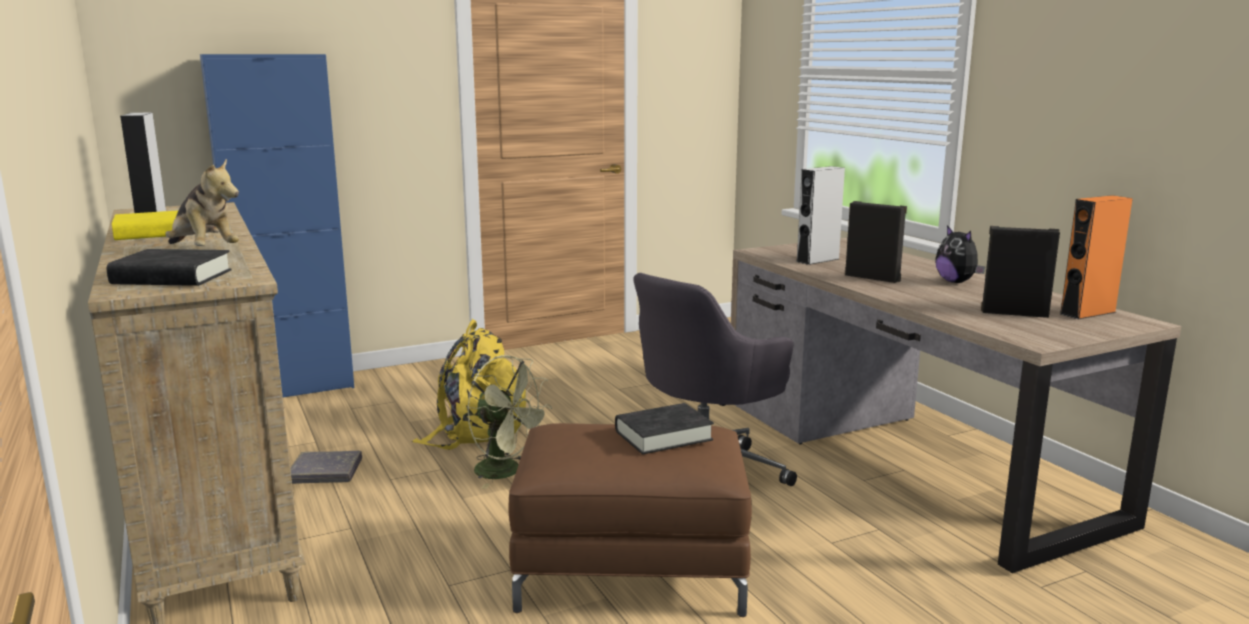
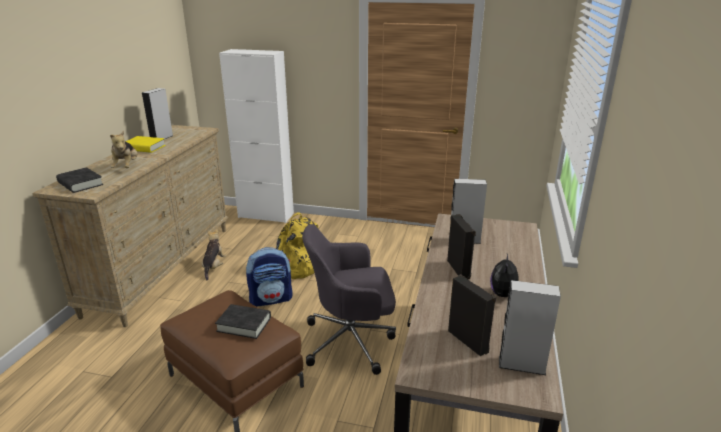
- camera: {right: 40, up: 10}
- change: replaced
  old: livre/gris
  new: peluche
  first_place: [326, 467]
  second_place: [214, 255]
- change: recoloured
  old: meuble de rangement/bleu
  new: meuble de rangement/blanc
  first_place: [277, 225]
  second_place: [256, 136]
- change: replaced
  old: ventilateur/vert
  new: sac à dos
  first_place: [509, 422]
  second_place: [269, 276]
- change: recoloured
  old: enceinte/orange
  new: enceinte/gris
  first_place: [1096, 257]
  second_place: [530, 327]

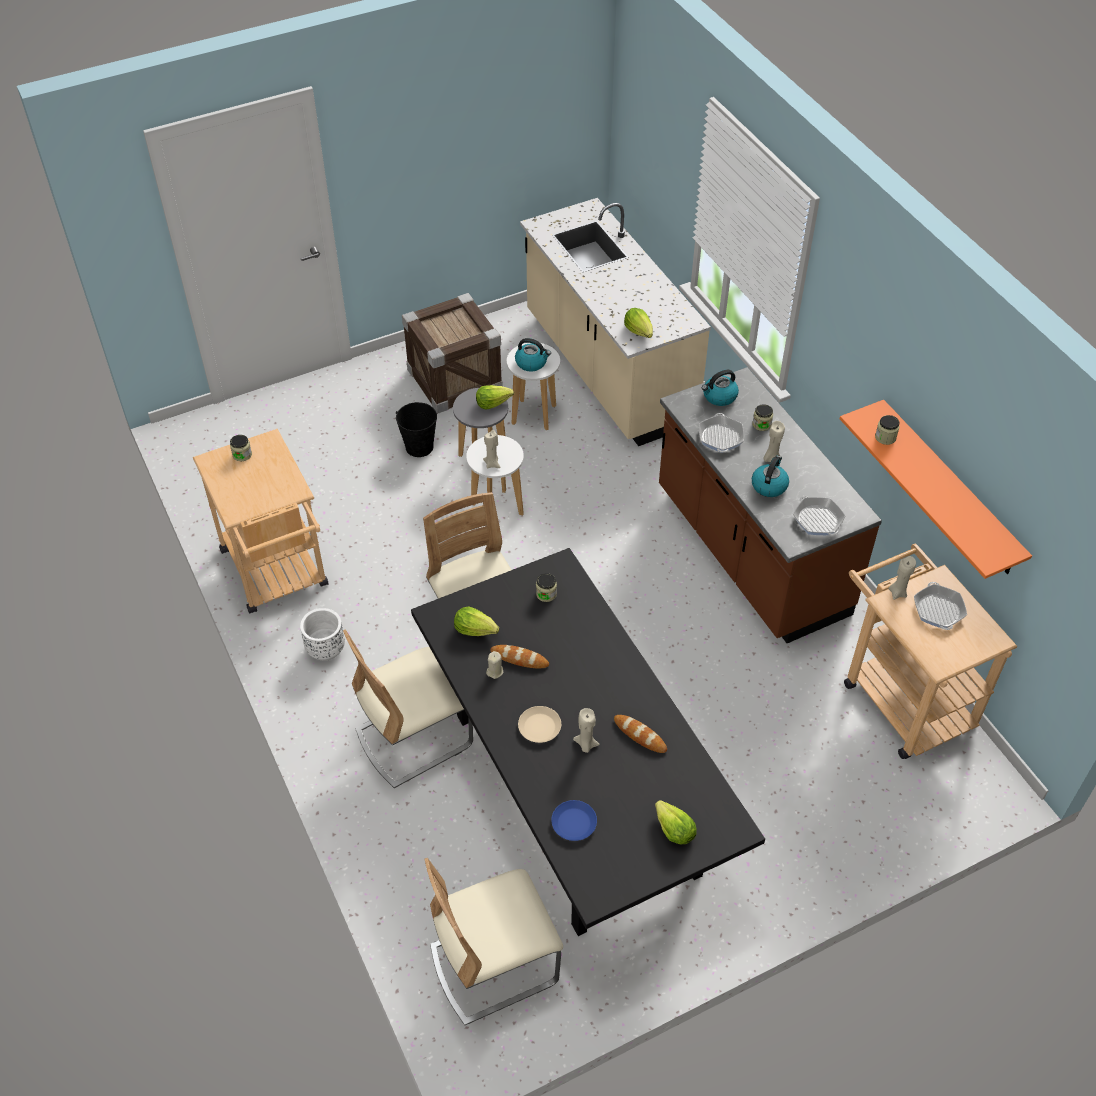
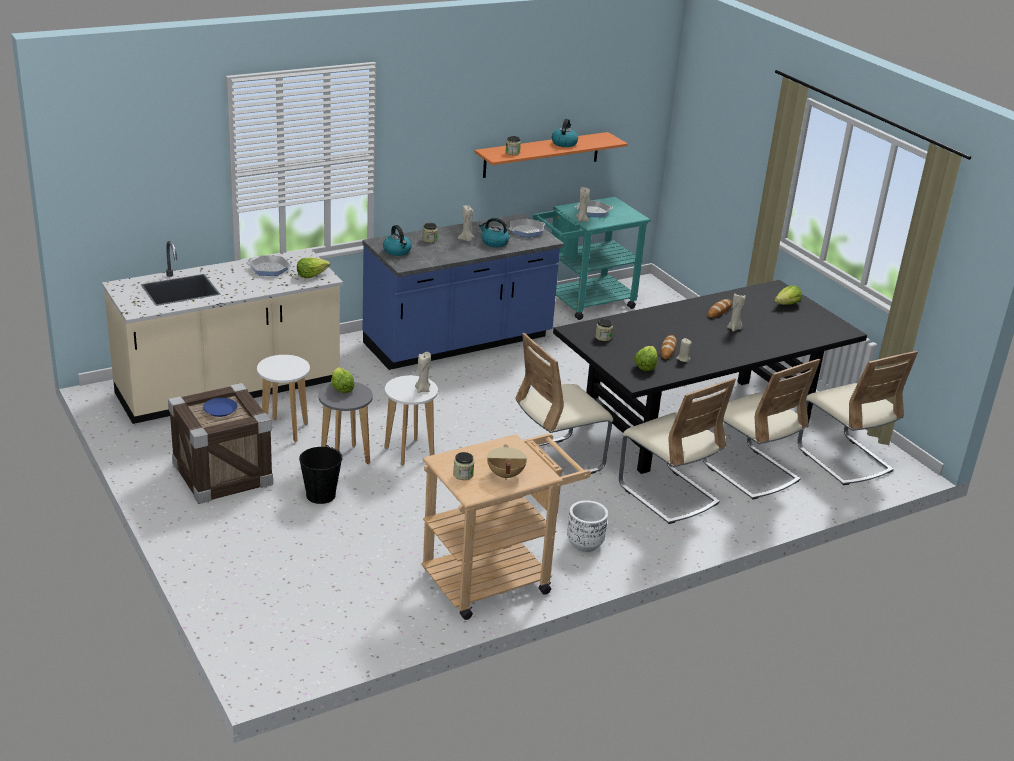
- camera: {right: -95, up: -20}
- change: moved
  old: assiette/bleu
  first_place: [574, 820]
  second_place: [220, 407]
- change: moved
  old: poêle
  first_place: [721, 433]
  second_place: [269, 265]
- change: recoloured
  old: comptoir de cuisine/marron
  new: comptoir de cuisine/bleu
  first_place: [770, 505]
  second_place: [463, 292]
- change: added
  new: marmite/beige
  second_place: [507, 462]
- change: recoloured
  old: chariot/beige
  new: chariot/turquoise
  first_place: [930, 651]
  second_place: [592, 258]
- change: moved
  old: bouilloire
  first_place: [533, 355]
  second_place: [565, 133]
- change: added
  new: chaise/beige
  second_place: [761, 429]
- change: removed
  old: assiette/beige
  first_place: [539, 724]

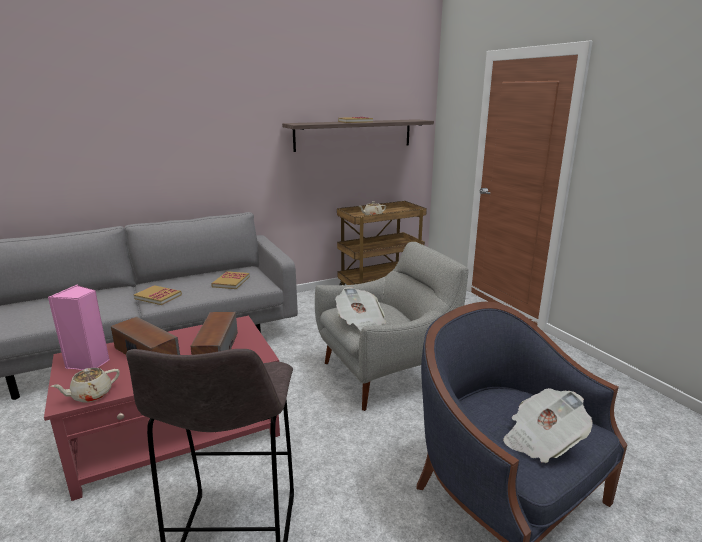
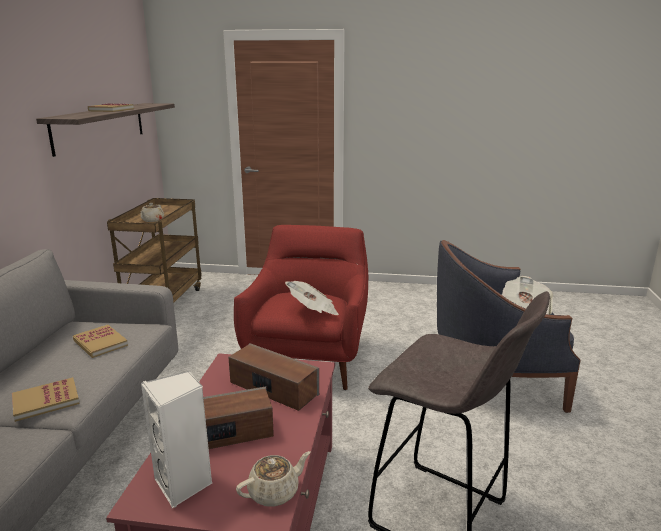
- camera: {right: -55, up: 0}
- change: recoloured
  old: enceinte/rose
  new: enceinte/blanc
  first_place: [79, 327]
  second_place: [176, 439]
- change: recoloured
  old: fauteuil/gris
  new: fauteuil/rouge
  first_place: [392, 326]
  second_place: [301, 307]
- change: turned
  old: théière/beige
  first_place: [85, 385]
  second_place: [273, 479]
  degrees: -120

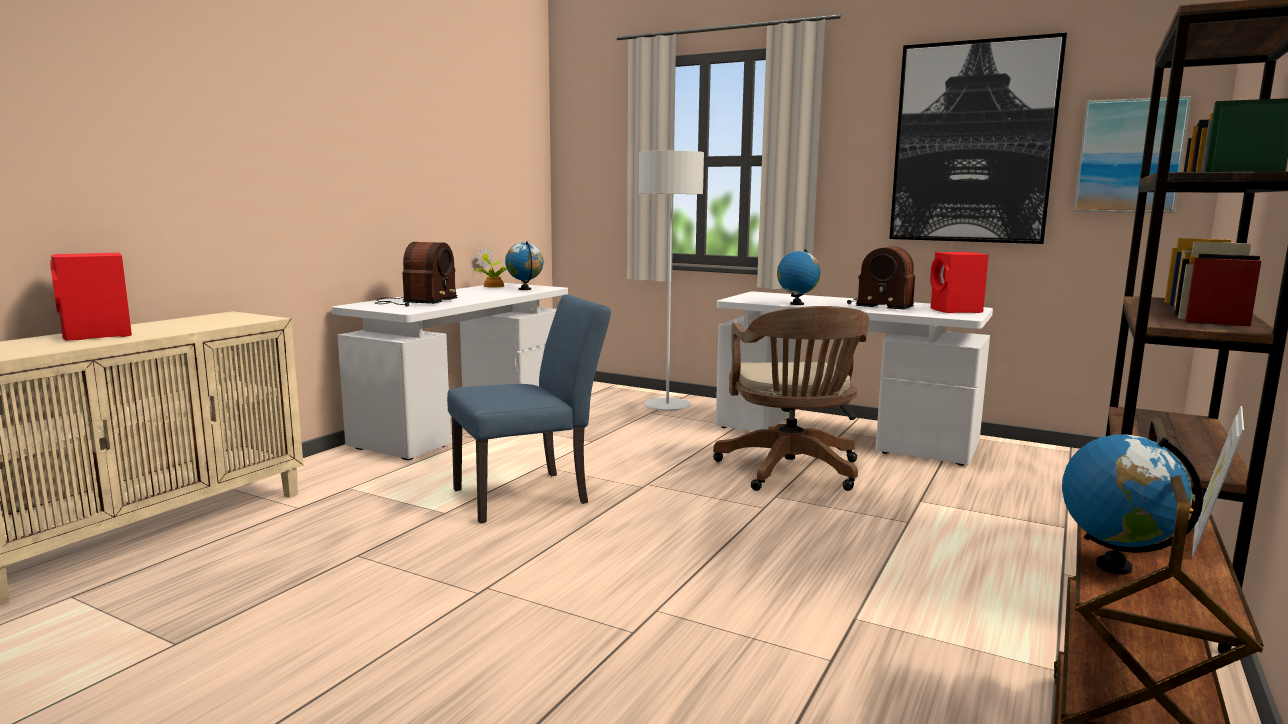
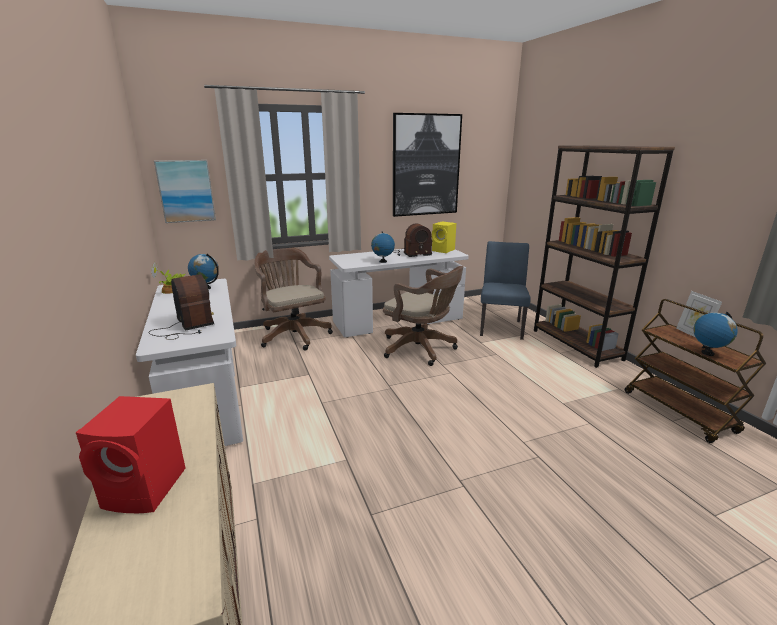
- camera: {right: -50, up: 10}
- change: moved
  old: tableau
  first_place: [1132, 154]
  second_place: [185, 191]
- change: replaced
  old: lampadaire/gris
  new: chaise de bureau/marron
  first_place: [671, 280]
  second_place: [294, 299]
- change: recoloured
  old: enceinte/rouge
  new: enceinte/jaune
  first_place: [959, 282]
  second_place: [444, 237]
- change: moved
  old: chaise/bleu
  first_place: [529, 408]
  second_place: [505, 290]

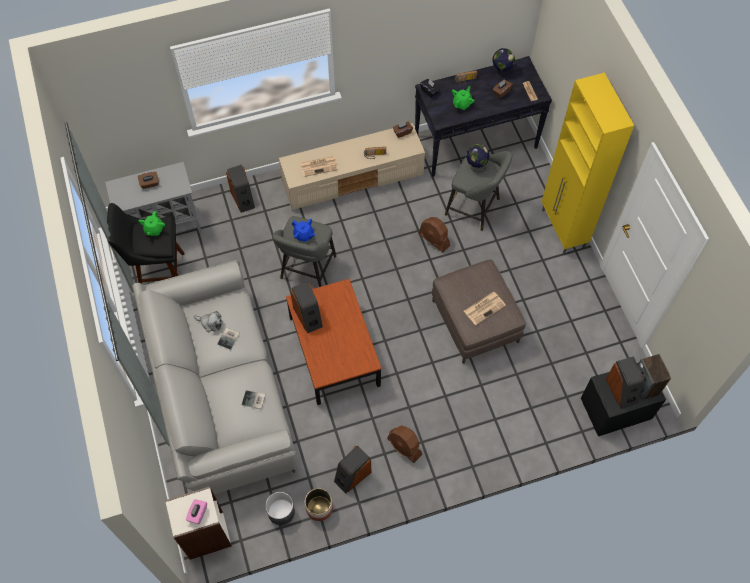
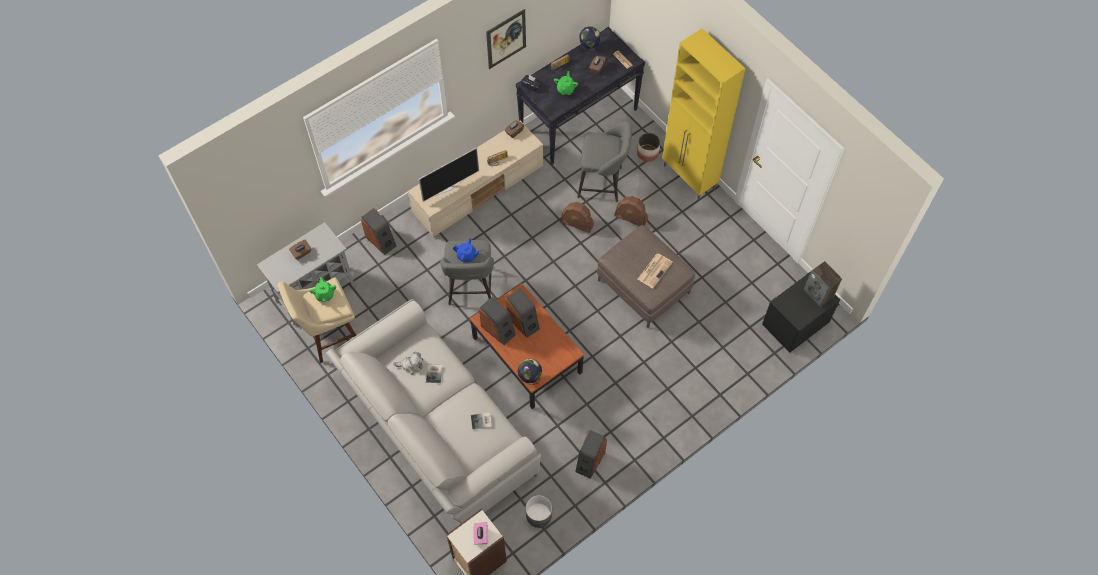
- camera: {right: -20, up: 0}
- change: recoloured
  old: tabouret/noir
  new: tabouret/beige
  first_place: [145, 243]
  second_place: [317, 320]
- change: replaced
  old: journal
  new: téléviseur
  first_place: [319, 166]
  second_place: [449, 174]
- change: added
  new: tableau
  second_place: [506, 39]
- change: moved
  old: enceinte
  first_place: [625, 382]
  second_place: [523, 313]
- change: moved
  old: globe
  first_place: [478, 158]
  second_place: [530, 372]
- change: moved
  old: ventilateur/marron
  first_place: [404, 444]
  second_place: [631, 211]
- change: moved
  old: cache-pot
  first_place: [319, 504]
  second_place: [648, 147]

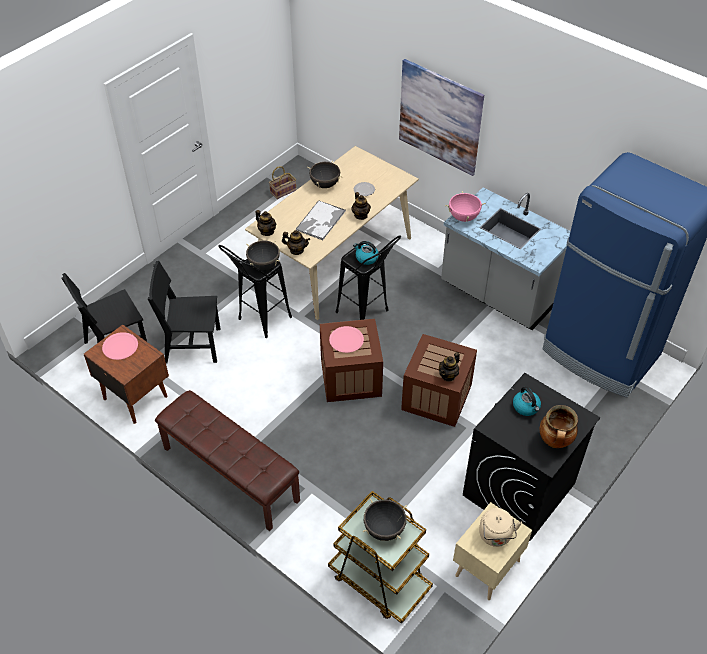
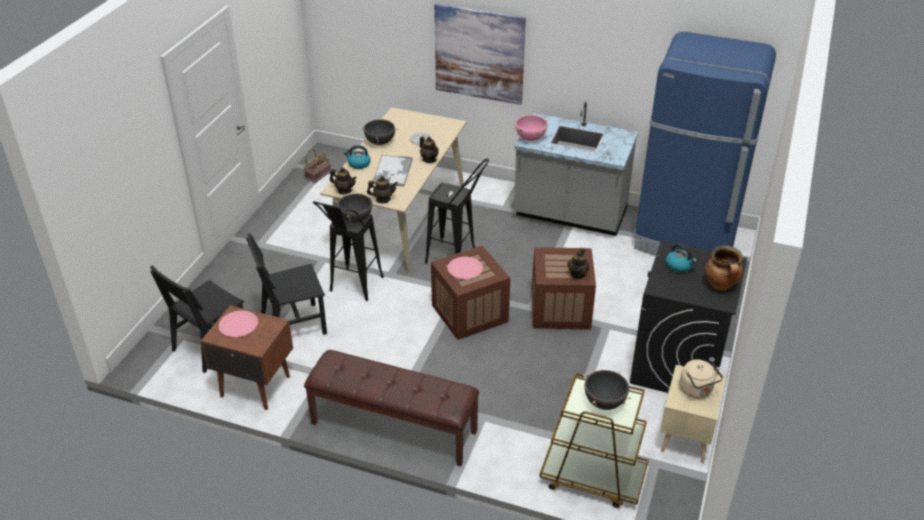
- camera: {right: -20, up: -10}
- change: moved
  old: bouilloire
  first_place: [366, 253]
  second_place: [357, 157]

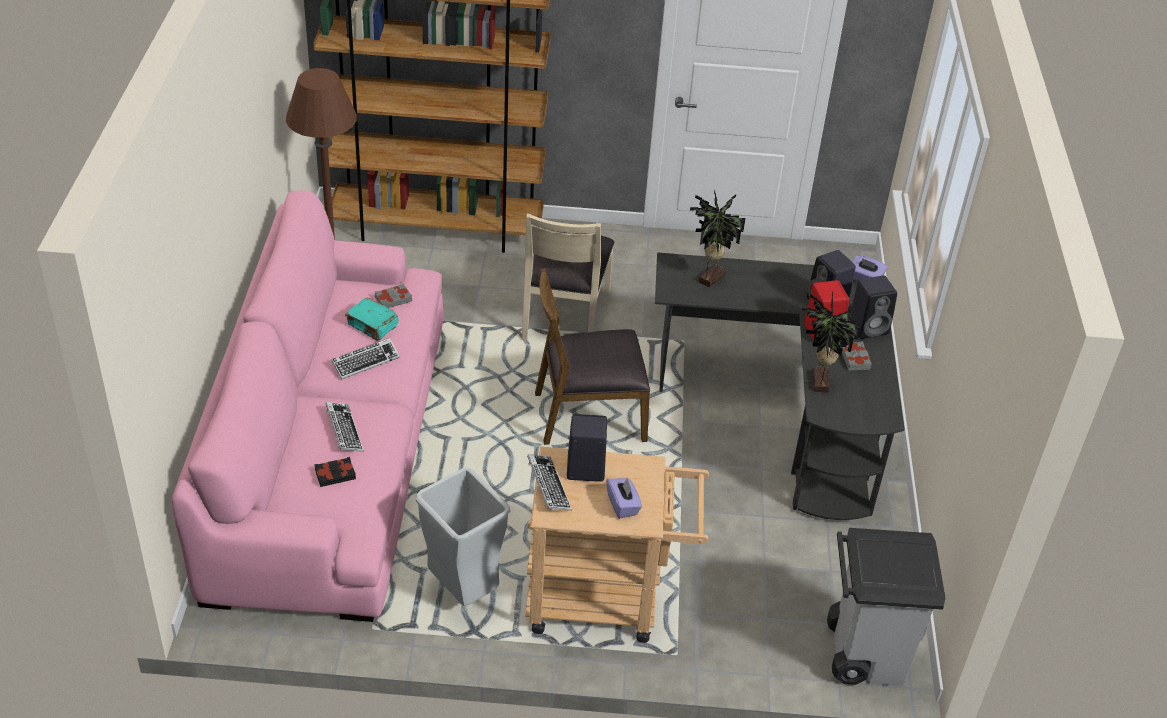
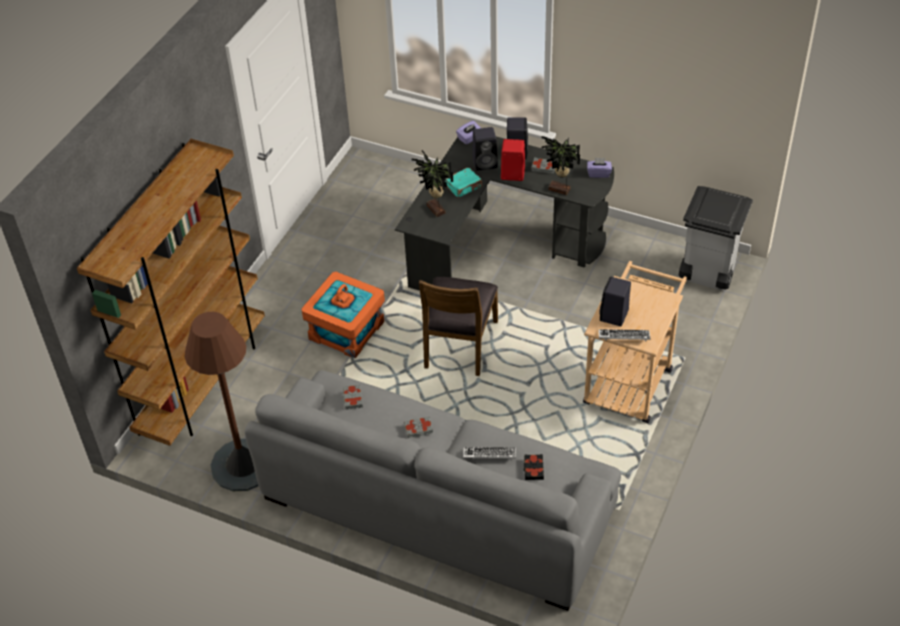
- camera: {right: -65, up: 5}
- change: recoloured
  old: canapé/rose
  new: canapé/gris
  first_place: [307, 406]
  second_place: [433, 490]
- change: replaced
  old: chaise/beige
  new: boîte de rangement/orange
  first_place: [568, 277]
  second_place: [343, 315]
- change: replaced
  old: clavier
  new: livre/gris
  first_place: [365, 358]
  second_place: [418, 427]
- change: moved
  old: livre/turquoise
  first_place: [372, 319]
  second_place: [463, 182]
- change: moved
  old: boîte à mouchoirs/violet
  first_place: [624, 498]
  second_place: [599, 168]
- change: removed
  old: poubelle/gris
  first_place: [462, 536]

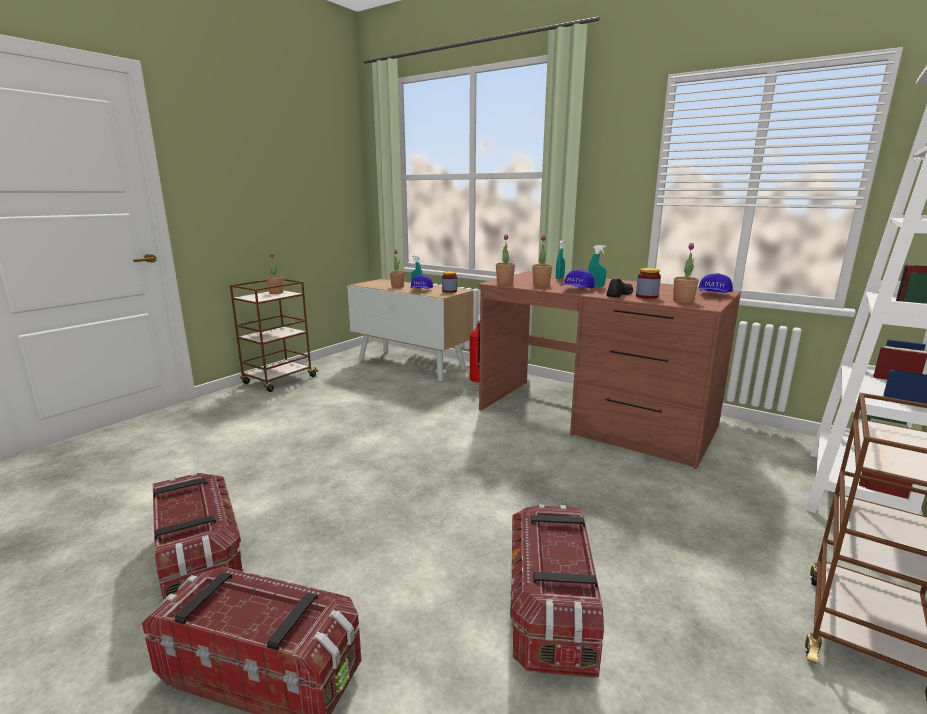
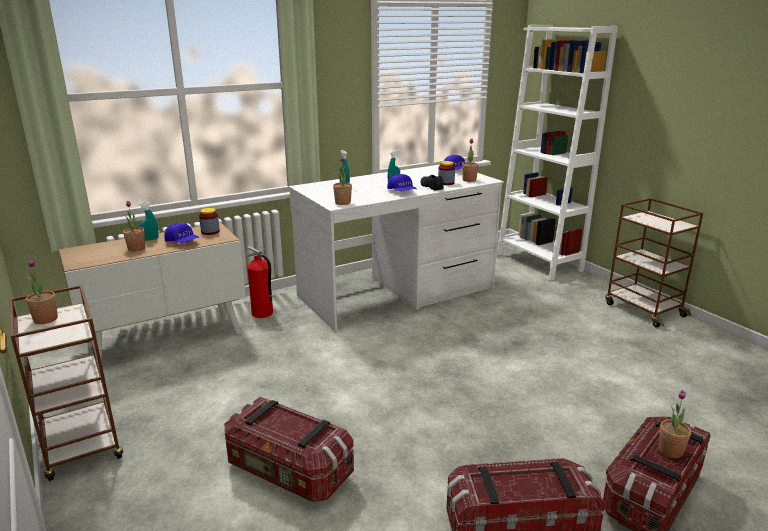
- camera: {right: -65, up: 5}
- change: moved
  old: boîte de rangement
  first_place: [557, 591]
  second_place: [289, 449]
- change: recoloured
  old: bureau/marron
  new: bureau/blanc
  first_place: [609, 370]
  second_place: [396, 248]
- change: moved
  old: plante en pot
  first_place: [542, 261]
  second_place: [674, 424]

